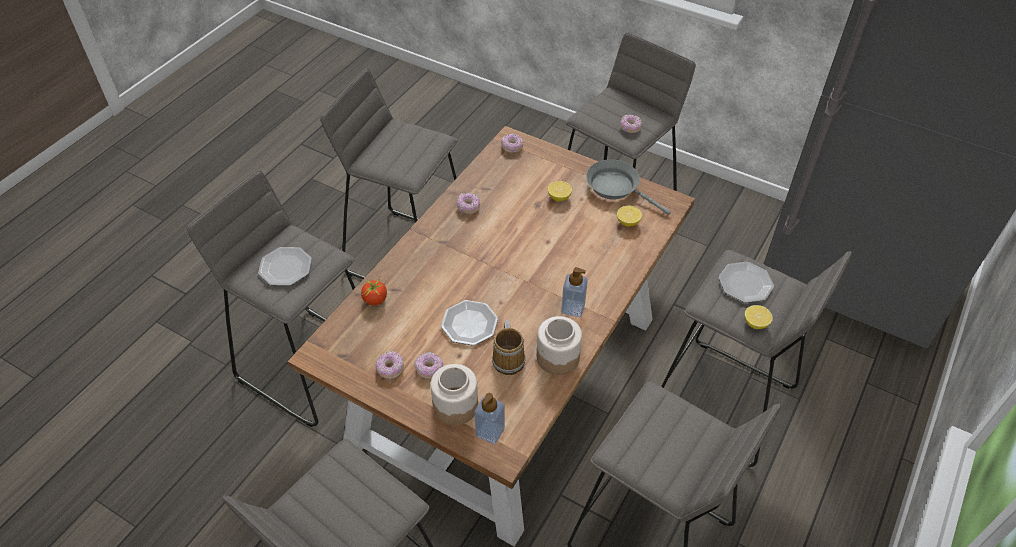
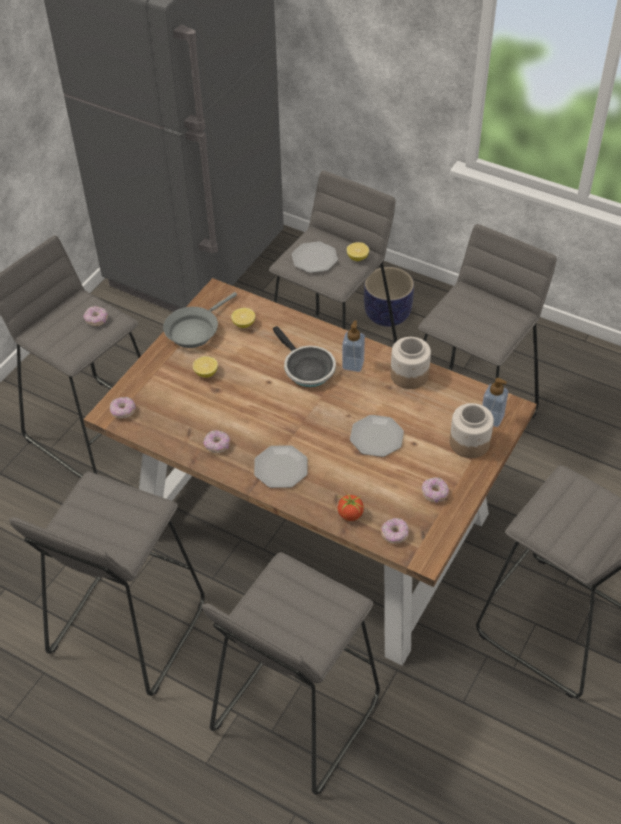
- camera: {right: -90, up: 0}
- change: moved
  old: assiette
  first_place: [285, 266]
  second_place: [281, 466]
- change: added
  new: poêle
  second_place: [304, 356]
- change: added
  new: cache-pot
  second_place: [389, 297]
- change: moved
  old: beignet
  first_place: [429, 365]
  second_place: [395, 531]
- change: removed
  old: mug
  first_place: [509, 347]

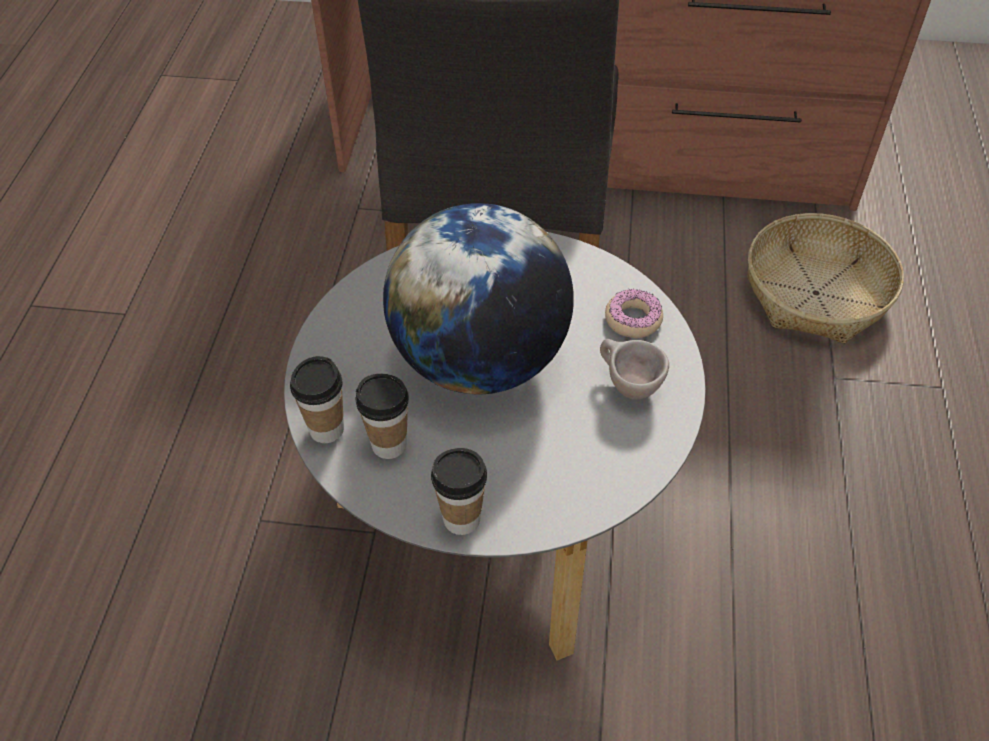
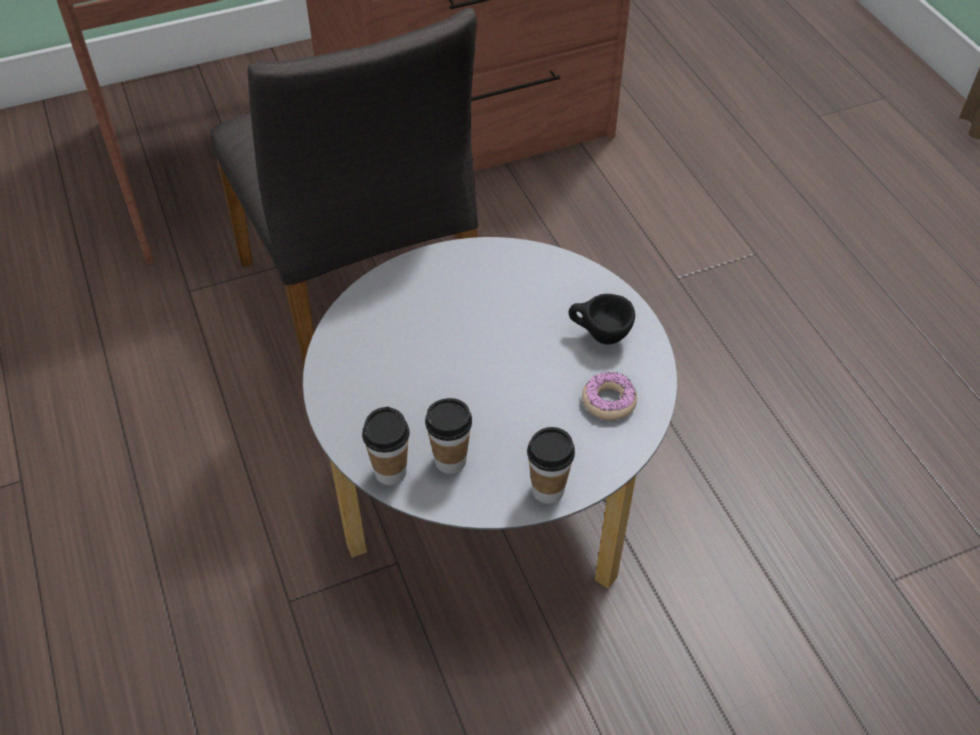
- camera: {right: -30, up: 0}
- change: recoloured
  old: tasse/beige
  new: tasse/noir
  first_place: [634, 369]
  second_place: [602, 319]
- change: moved
  old: beignet
  first_place: [634, 313]
  second_place: [609, 396]
- change: removed
  old: globe
  first_place: [478, 298]
- change: removed
  old: panier
  first_place: [825, 278]

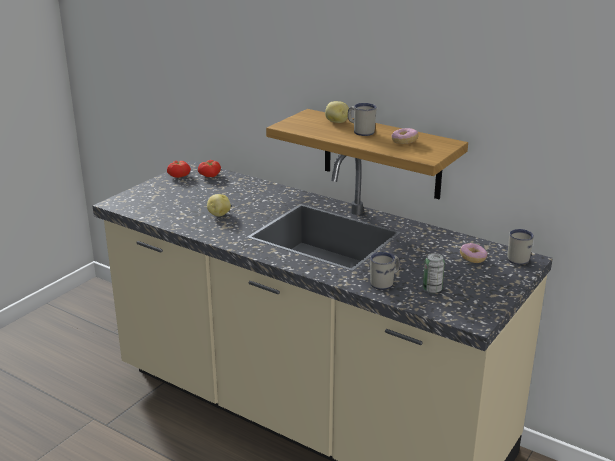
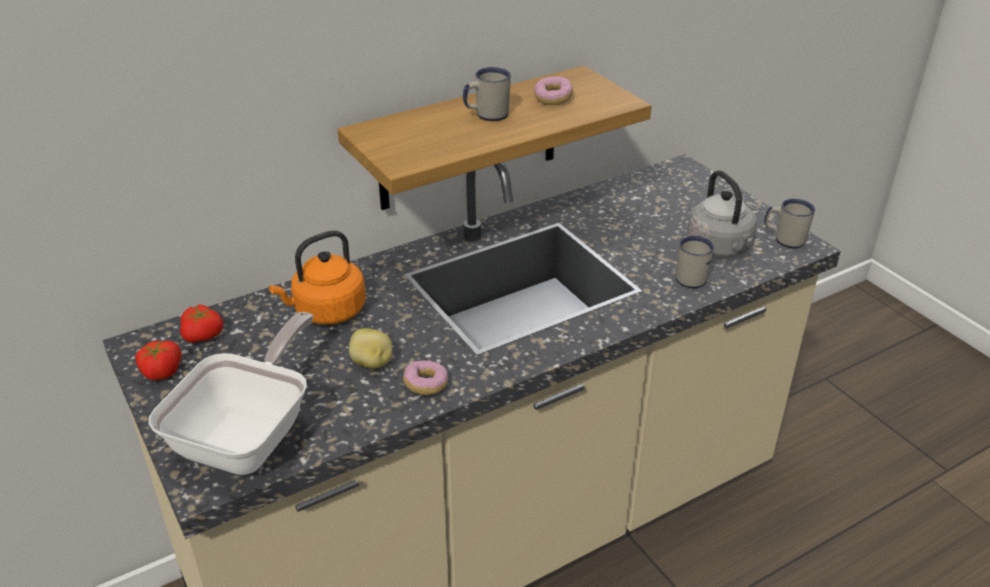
- camera: {right: -65, up: 10}
- change: added
  new: poêle
  second_place: [230, 393]
- change: added
  new: bouilloire/orange
  second_place: [317, 277]
- change: moved
  old: beignet
  first_place: [473, 253]
  second_place: [425, 378]
- change: replaced
  old: boîte métallique
  new: bouilloire/gris
  first_place: [434, 273]
  second_place: [722, 214]
- change: moved
  old: mug/blanc
  first_place: [520, 247]
  second_place: [789, 223]
- change: removed
  old: pomme de terre
  first_place: [337, 112]

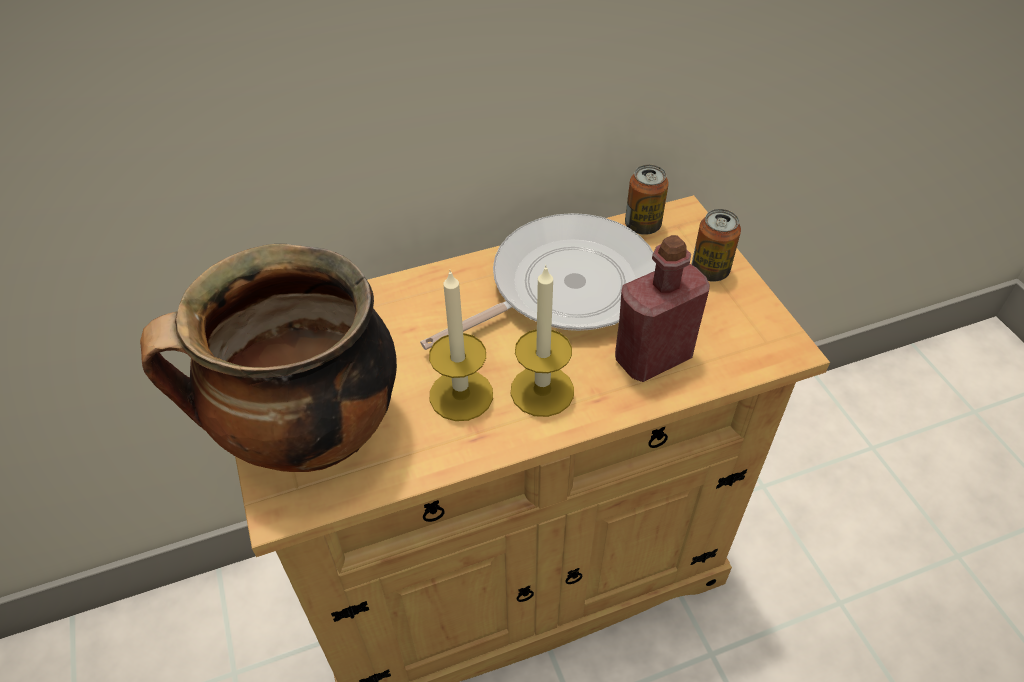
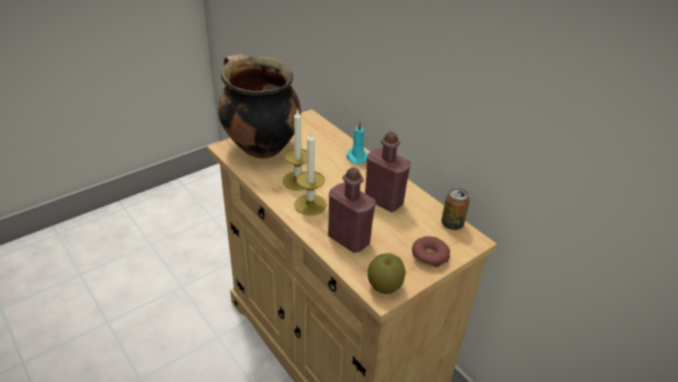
- camera: {right: 70, up: -10}
- change: added
  new: bougie/turquoise
  second_place: [357, 143]
- change: replaced
  old: poêle
  new: bouteille/rouge
  first_place: [538, 281]
  second_place: [388, 172]
- change: added
  new: pomme
  second_place: [387, 273]
- change: replaced
  old: boîte métallique
  new: beignet
  first_place: [716, 245]
  second_place: [431, 251]

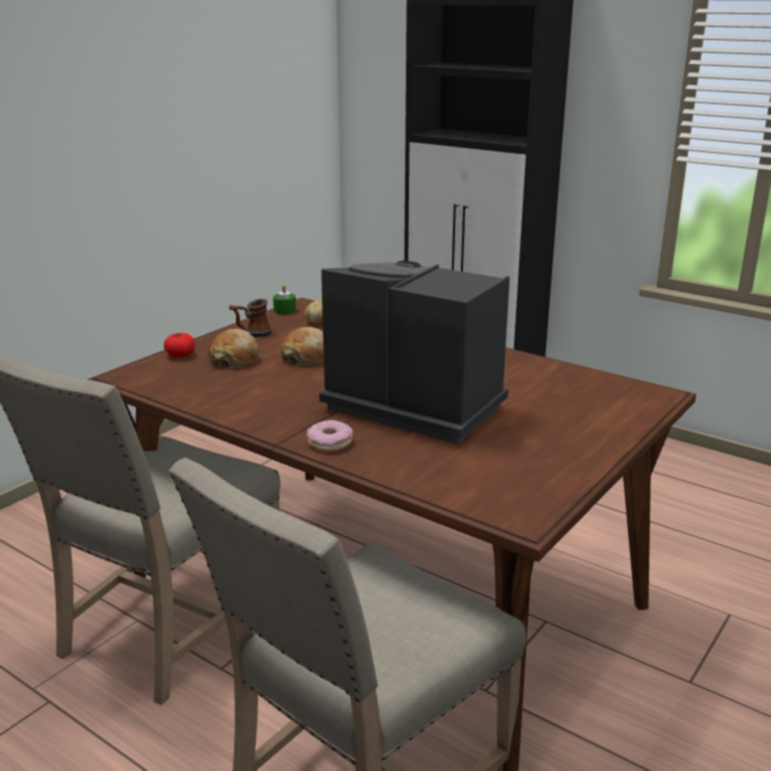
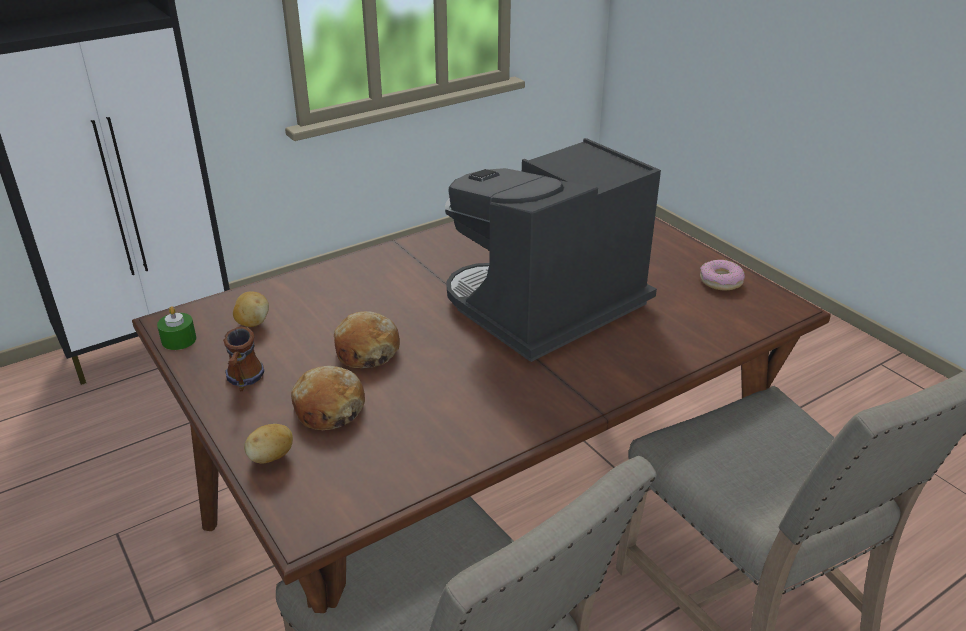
- camera: {right: -70, up: 10}
- change: replaced
  old: tomate
  new: pomme de terre
  first_place: [179, 345]
  second_place: [268, 443]
- change: moved
  old: beignet
  first_place: [330, 436]
  second_place: [722, 275]

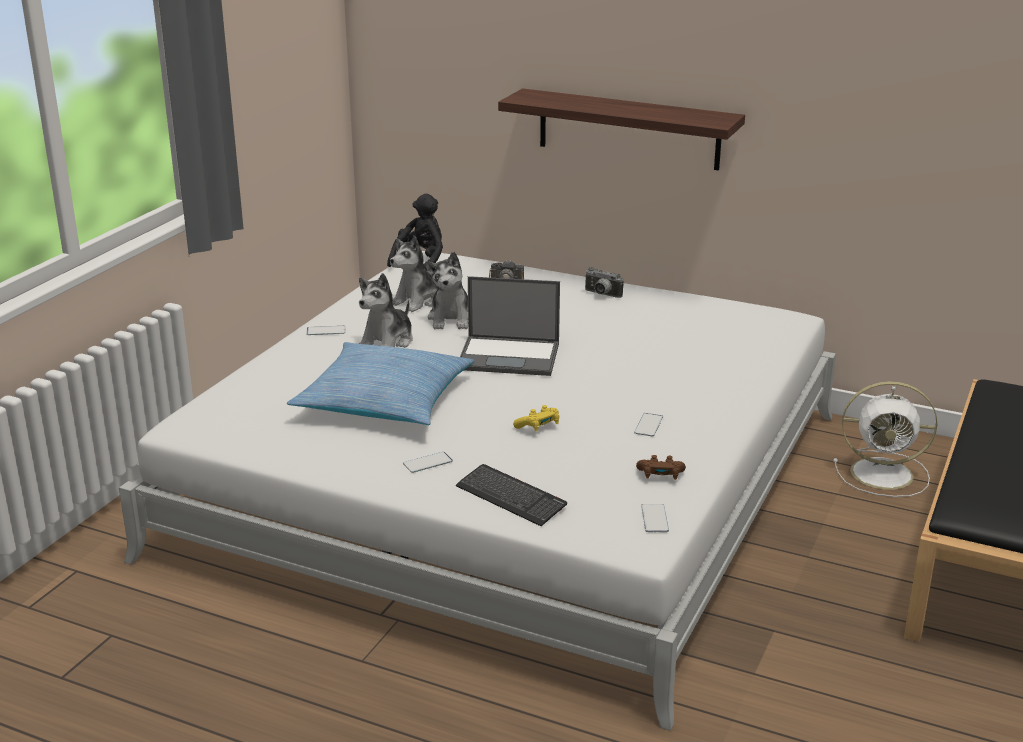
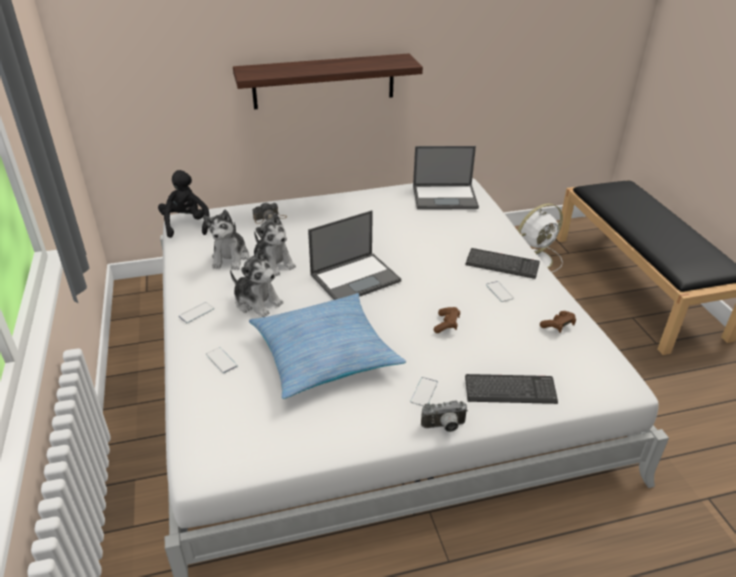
- camera: {right: -40, up: 10}
- change: moved
  old: téléphone
  first_place: [655, 518]
  second_place: [222, 360]
- change: turned
  old: peluche
  first_place: [386, 310]
  second_place: [256, 283]
  degrees: -45
- change: added
  new: ordinateur portable
  second_place: [446, 177]
- change: moved
  old: appareil photo
  first_place: [604, 282]
  second_place: [444, 416]
- change: recoloured
  old: manette/jaune
  new: manette/marron
  first_place: [536, 418]
  second_place: [447, 320]
- change: added
  new: clavier
  second_place: [502, 263]

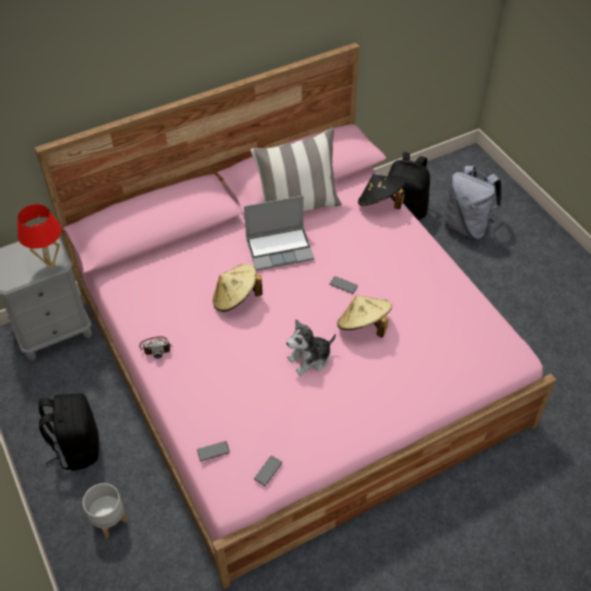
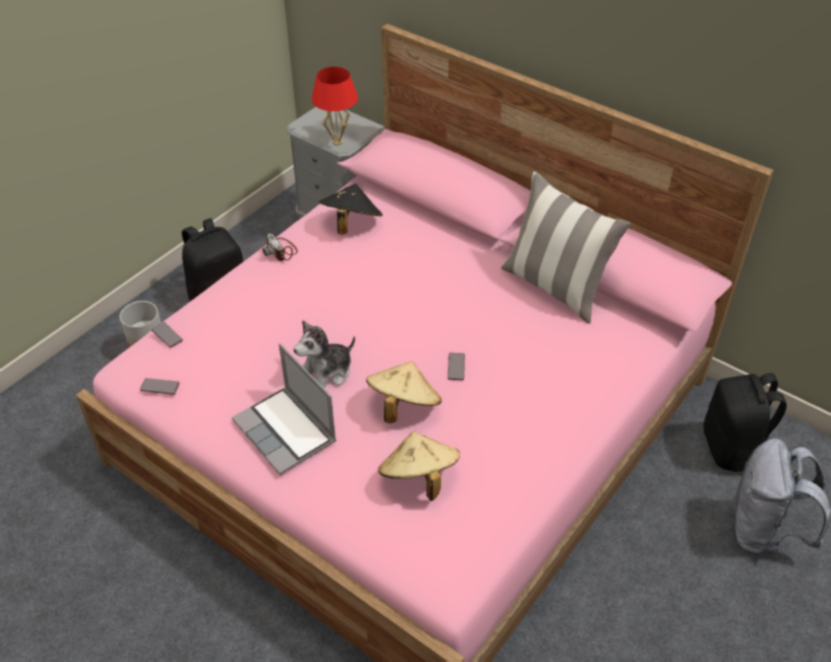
- camera: {right: 65, up: -5}
- change: moved
  old: ordinateur portable
  first_place: [279, 233]
  second_place: [284, 409]
- change: turned
  old: peluche
  first_place: [311, 347]
  second_place: [324, 354]
  degrees: -75
- change: moved
  old: chapeau/noir
  first_place: [381, 191]
  second_place: [351, 209]
- change: moved
  old: chapeau/beige
  first_place: [238, 288]
  second_place: [419, 466]

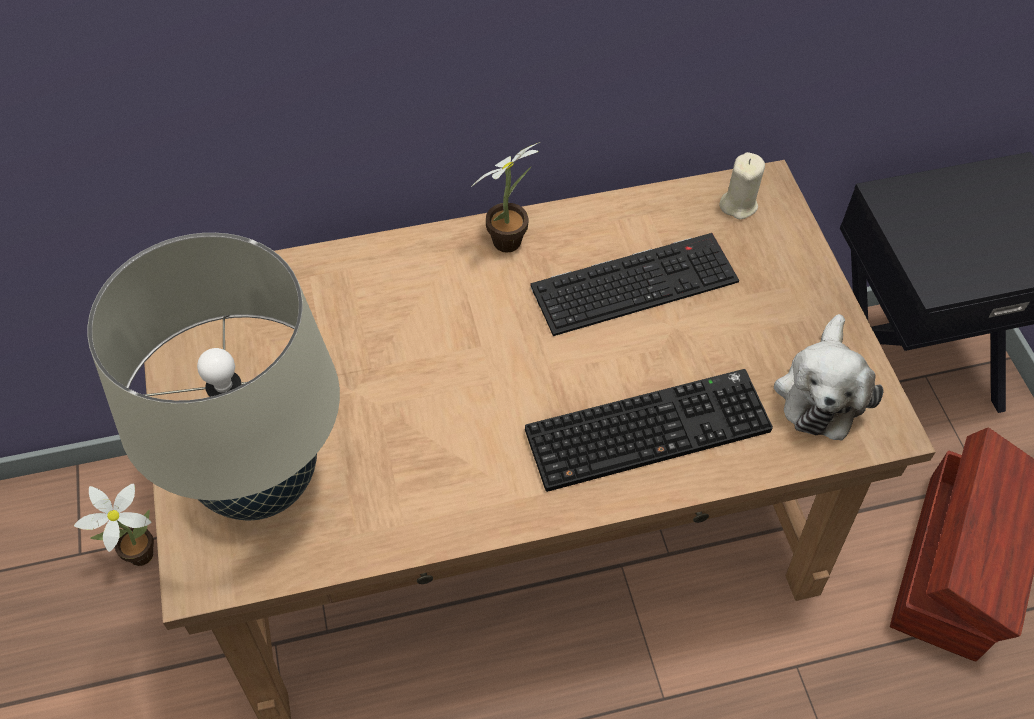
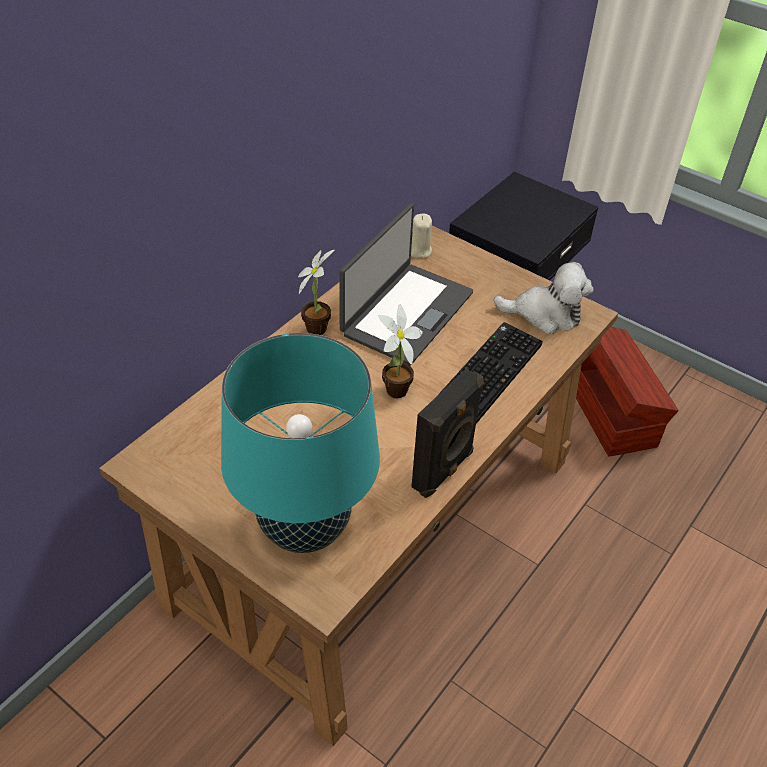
- camera: {right: -40, up: -10}
- change: recoloured
  old: lampe de table/beige
  new: lampe de table/turquoise
  first_place: [214, 377]
  second_place: [300, 443]
- change: replaced
  old: clavier
  new: ordinateur portable
  first_place: [634, 284]
  second_place: [406, 284]
- change: moved
  old: plante en pot
  first_place: [114, 524]
  second_place: [400, 351]
- change: added
  new: enceinte/noir
  second_place: [447, 433]
- change: turned
  old: peluche
  first_place: [829, 377]
  second_place: [544, 298]
  degrees: -60

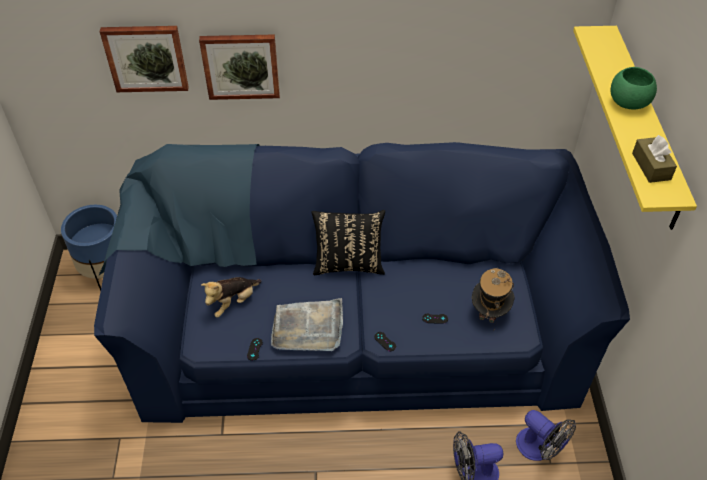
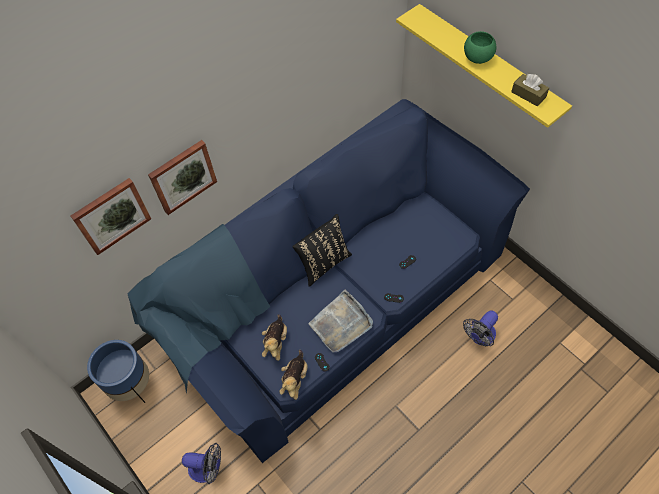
- camera: {right: -35, up: 10}
- change: moved
  old: ventilateur
  first_place: [546, 435]
  second_place: [201, 463]
- change: added
  new: peluche
  second_place: [293, 375]
- change: removed
  old: chapeau
  first_place: [493, 299]

